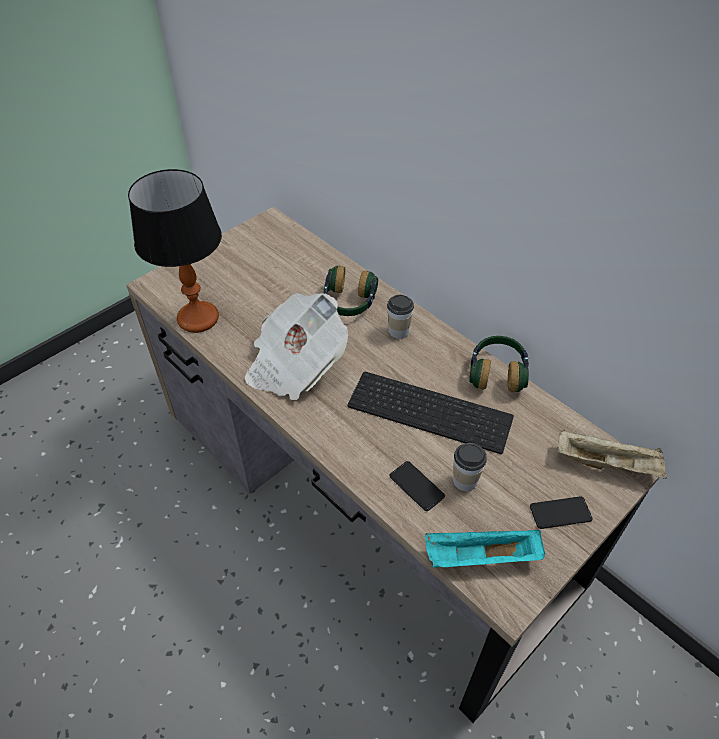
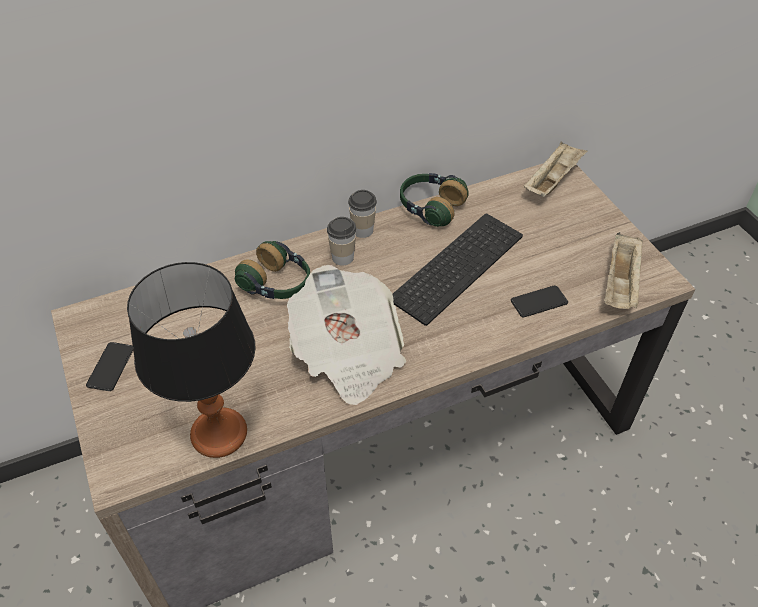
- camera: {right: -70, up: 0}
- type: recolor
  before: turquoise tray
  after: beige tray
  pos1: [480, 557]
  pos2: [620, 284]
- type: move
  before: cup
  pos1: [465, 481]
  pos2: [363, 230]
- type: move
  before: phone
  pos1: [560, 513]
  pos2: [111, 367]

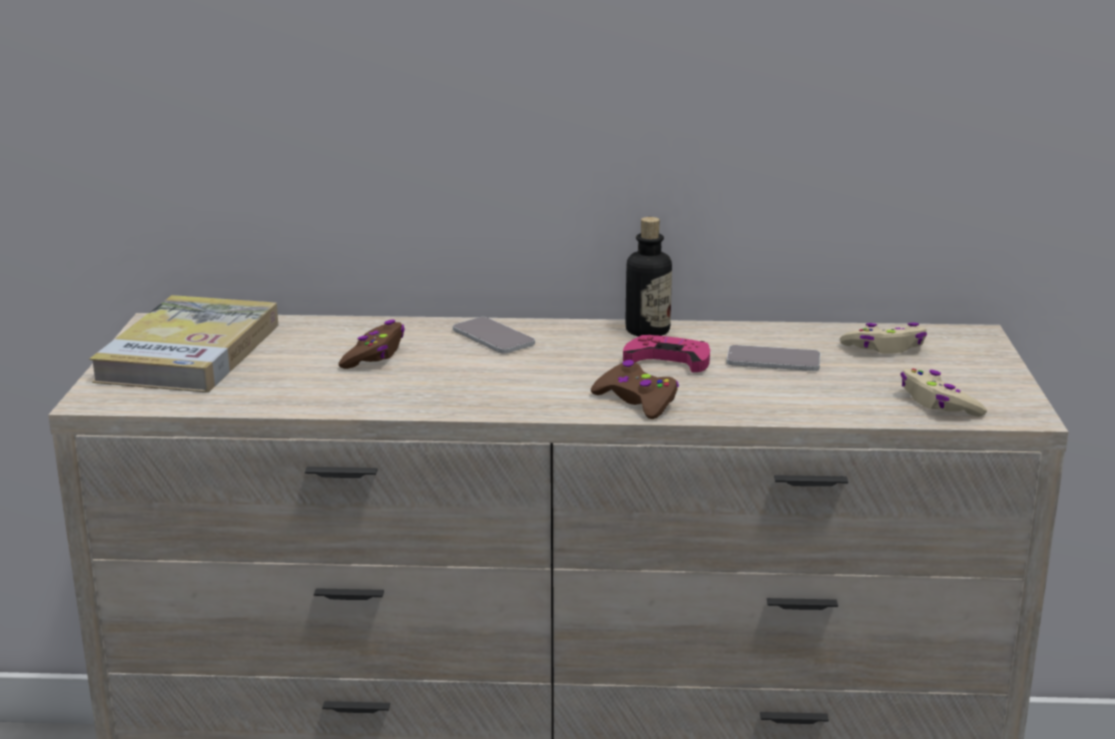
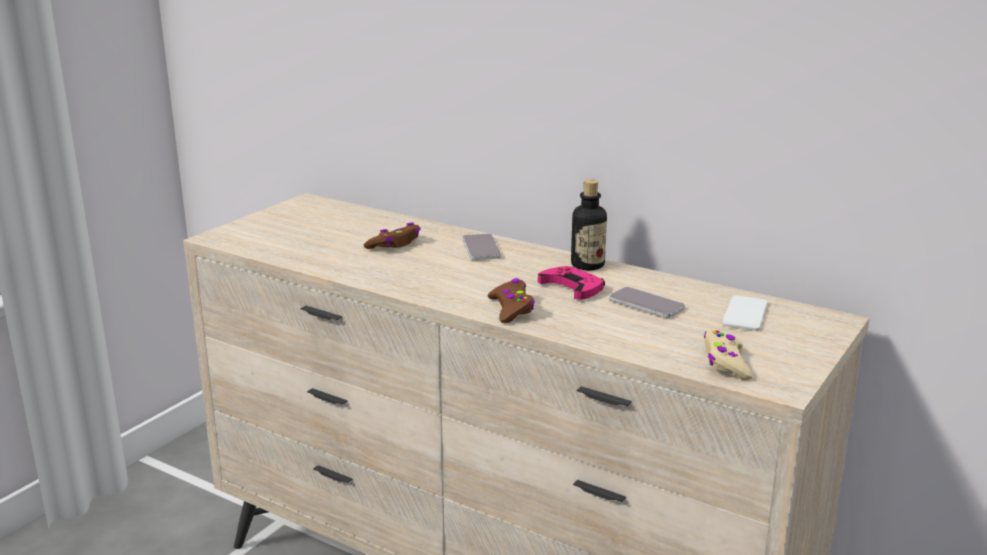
- camera: {right: 30, up: 0}
- type: delete
  before: book
  pos1: [190, 352]
- type: replace
  before: beige game controller
  after: phone
  pos1: [885, 348]
  pos2: [745, 314]

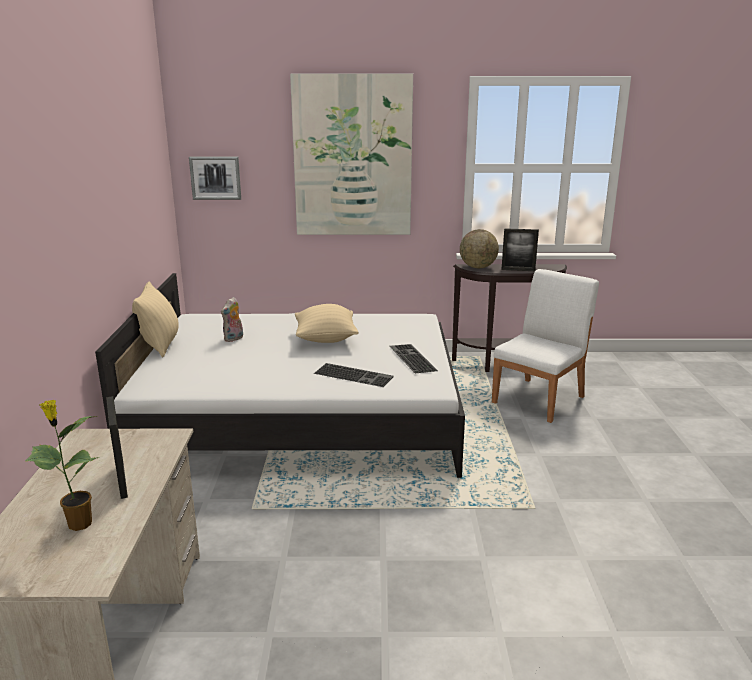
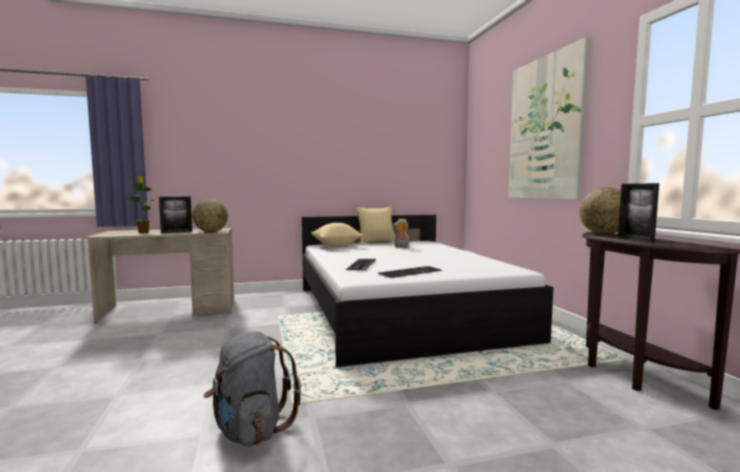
- camera: {right: 75, up: -15}
- type: delete
  before: picture
  pos1: [215, 178]
- type: move
  before: beige pillow
  pos1: [326, 339]
  pos2: [336, 246]
- type: delete
  before: white chair
  pos1: [539, 399]
- type: insert
  after: globe
  pos2: [211, 232]
- type: insert
  after: grey backpack
  pos2: [250, 430]

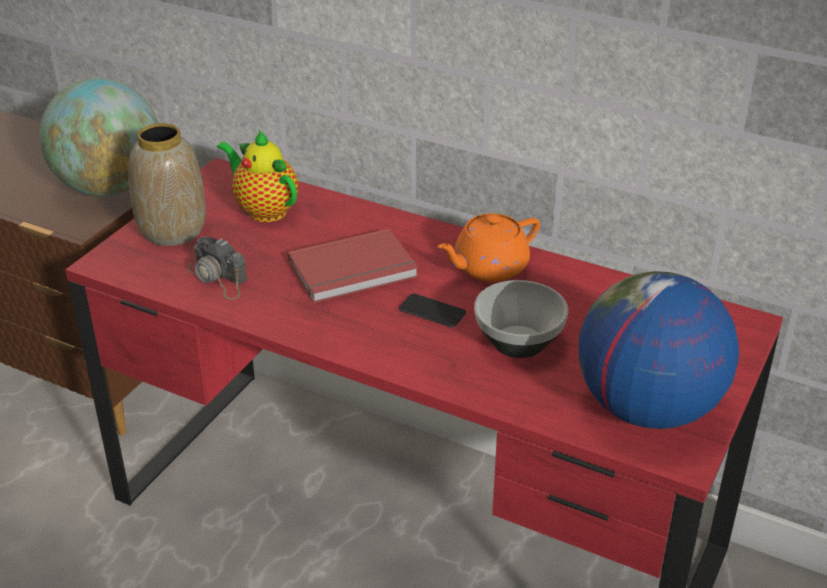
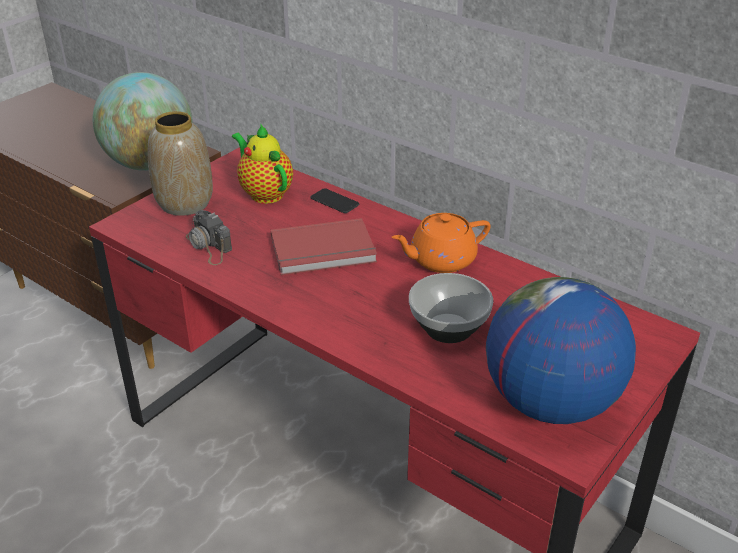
- camera: {right: 10, up: 0}
- type: move
  before: phone
  pos1: [432, 311]
  pos2: [334, 201]

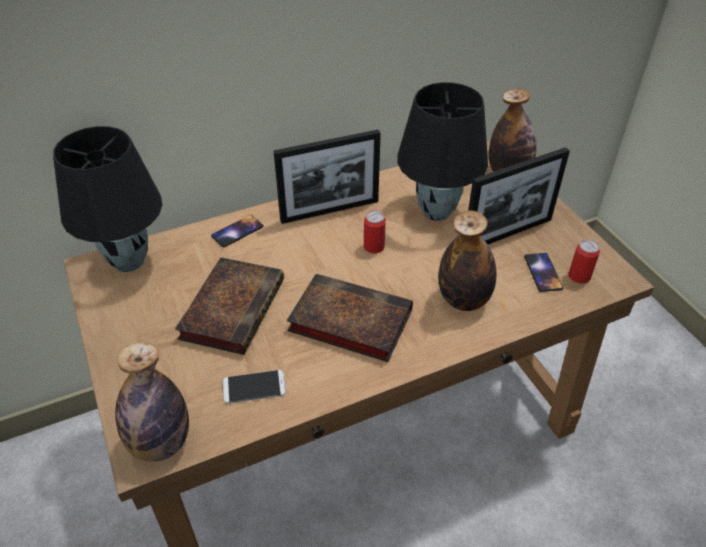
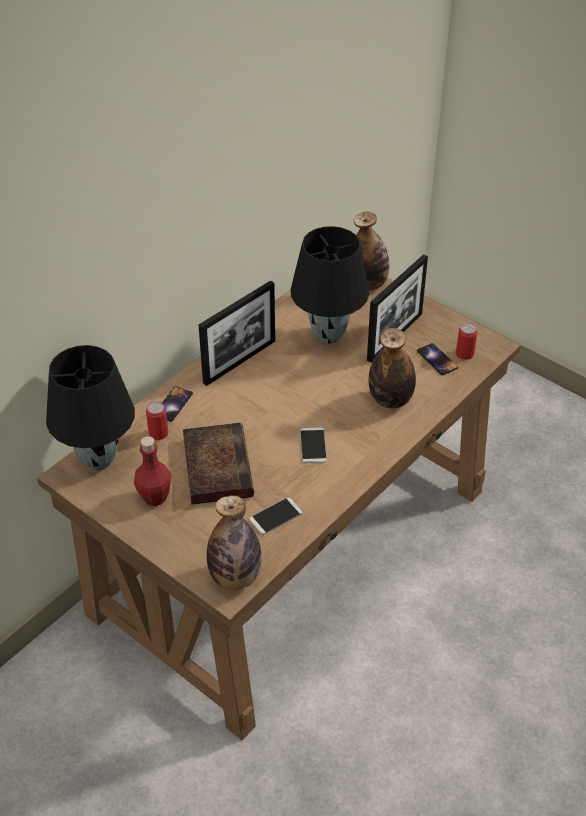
- camera: {right: -25, up: 0}
- type: replace
  before: book
  after: phone
  pos1: [347, 321]
  pos2: [313, 445]
- type: move
  before: can
  pos1: [374, 247]
  pos2: [158, 433]
- type: insert
  after: red bottle
  pos2: [155, 497]

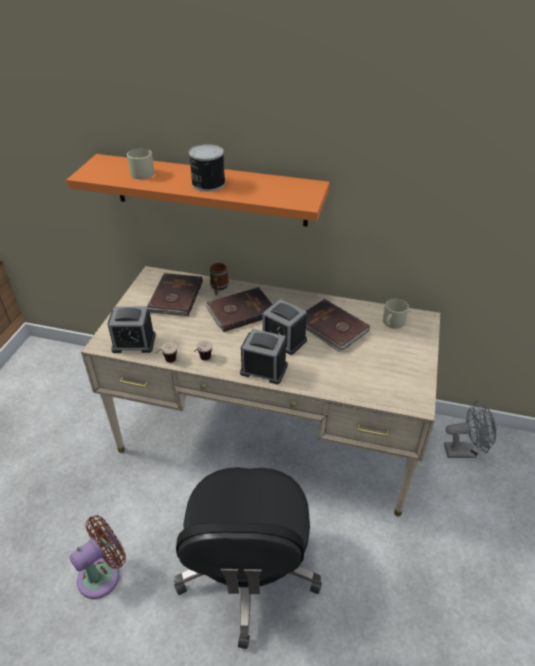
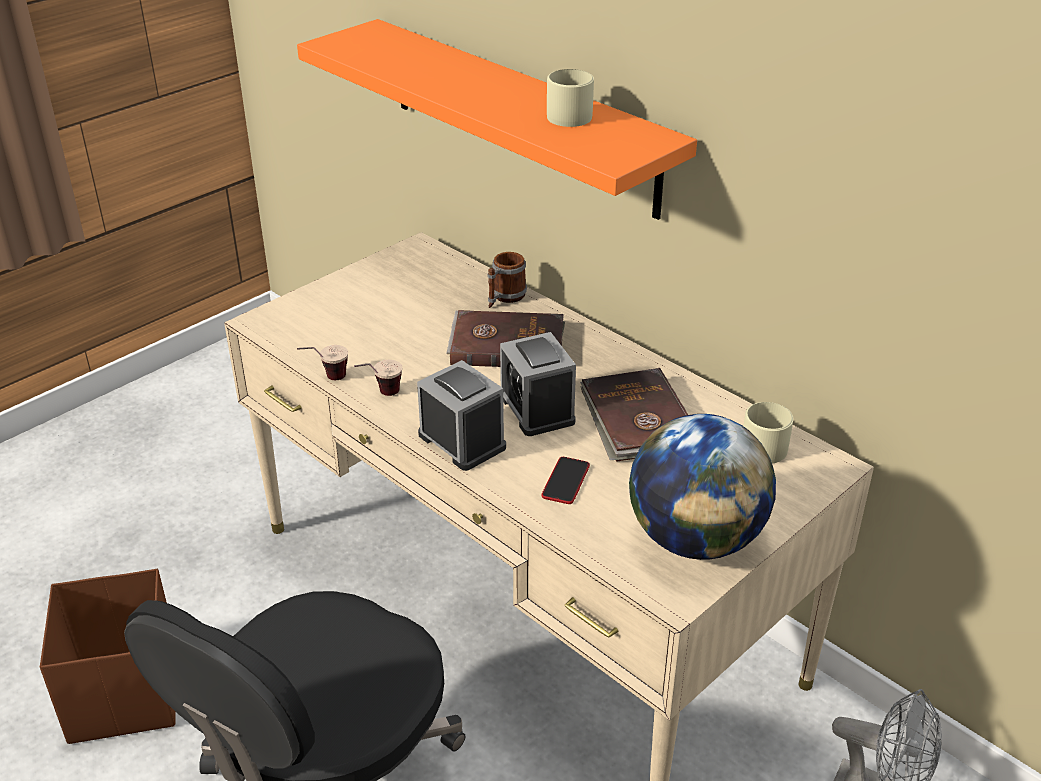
- camera: {right: 30, up: -5}
- type: replace
  before: brown fan
  after: brown storage box
  pos1: [103, 574]
  pos2: [126, 692]
- type: delete
  before: alarm clock
  pos1: [134, 343]
- type: move
  before: beige mug
  pos1: [140, 173]
  pos2: [566, 115]
- type: delete
  before: brown book
  pos1: [175, 297]
- type: delete
  before: can
  pos1: [207, 183]
- type: insert
  after: phone
  pos2: [565, 481]
- type: insert
  after: globe
  pos2: [695, 538]

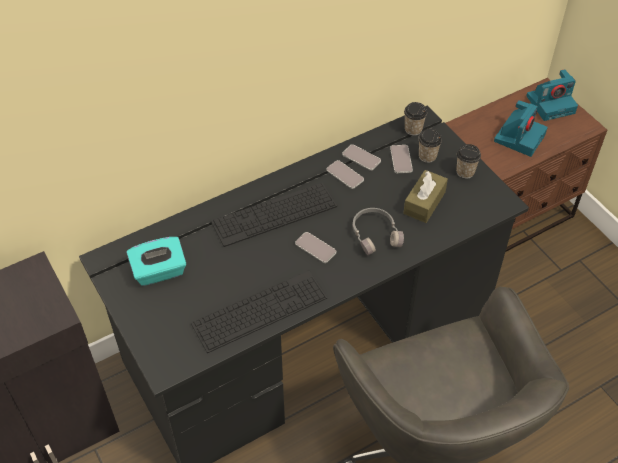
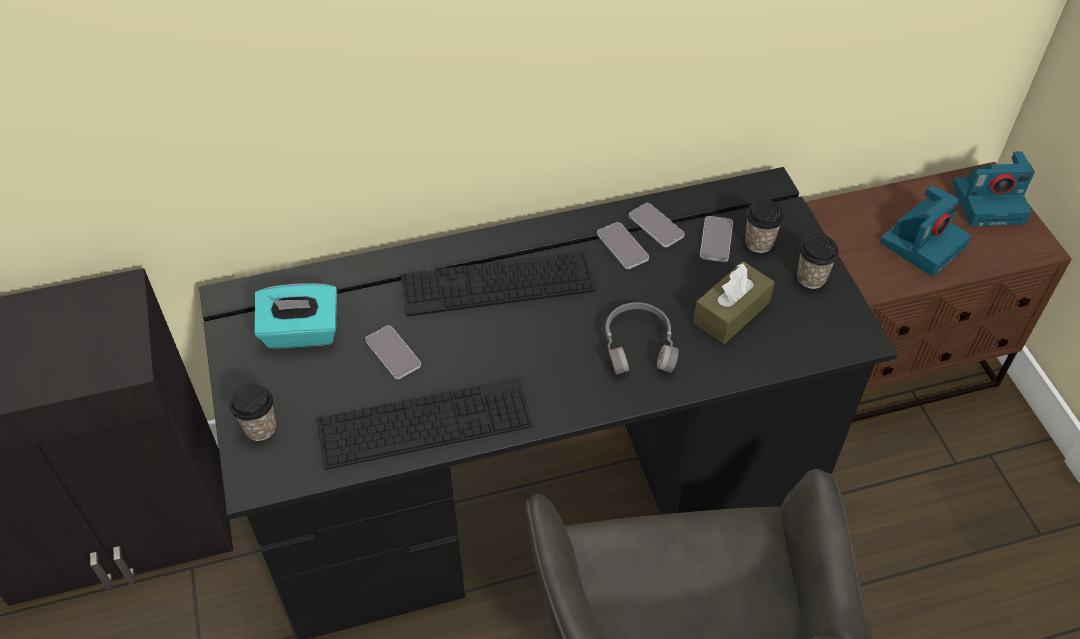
- camera: {right: 15, up: 0}
- type: move
  before: phone
  pos1: [315, 248]
  pos2: [393, 353]
- type: move
  before: cup
  pos1: [413, 129]
  pos2: [260, 428]

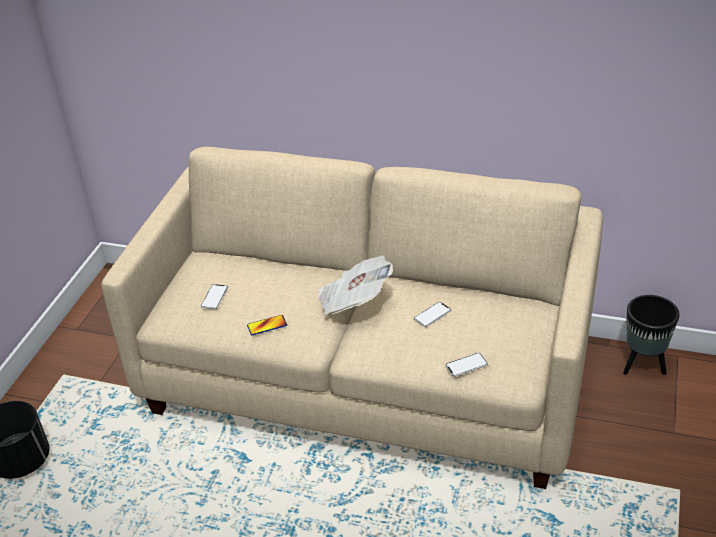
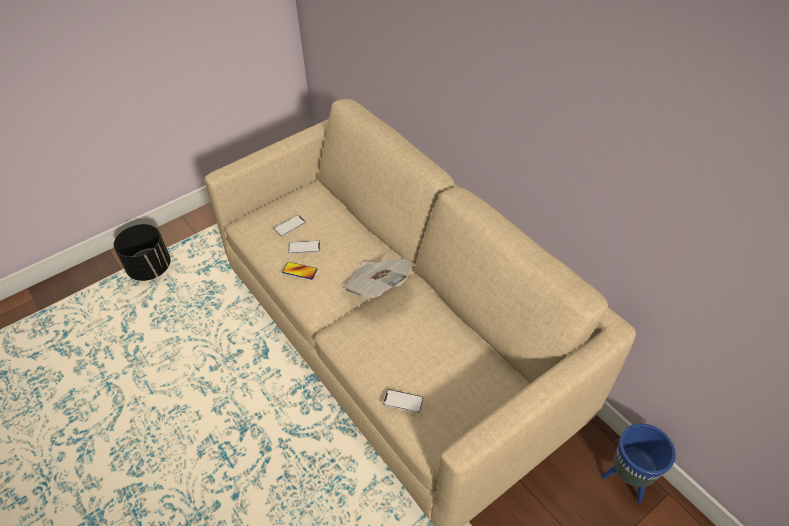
- camera: {right: 35, up: 10}
- type: move
  before: phone
  pos1: [432, 315]
  pos2: [304, 247]
- type: recolor
  before: black planter
  after: blue planter
  pos1: [643, 365]
  pos2: [626, 480]

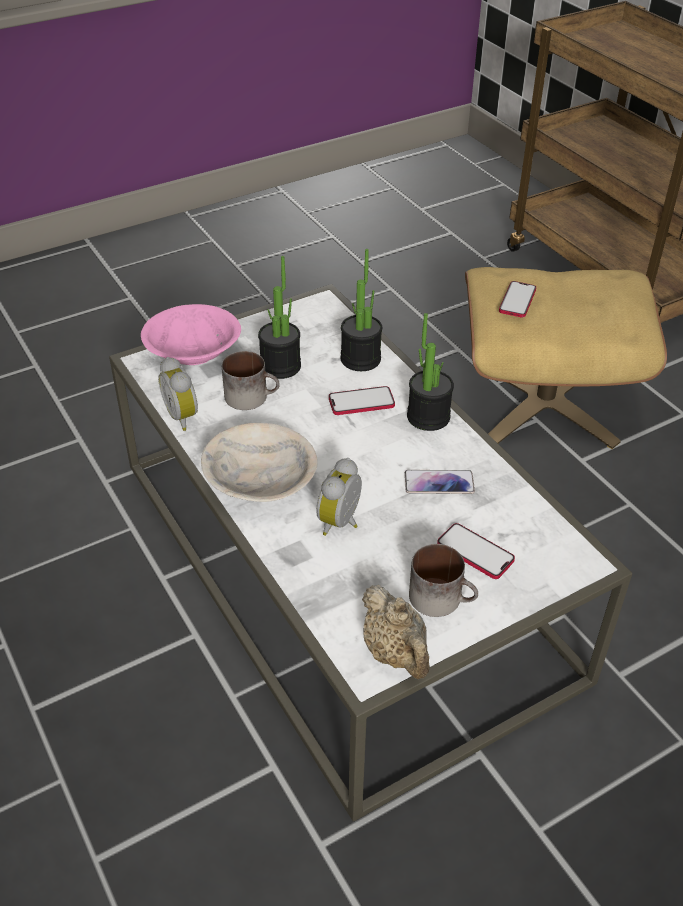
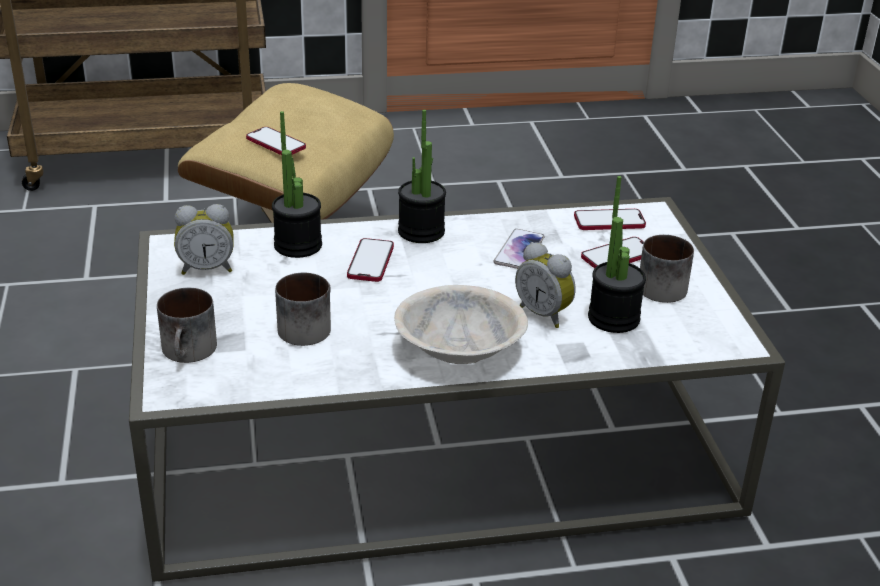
- camera: {right: -70, up: -10}
- type: replace
  before: pink bowl
  after: mug
  pos1: [193, 354]
  pos2: [190, 352]
- type: move
  before: alarm clock
  pos1: [184, 416]
  pos2: [207, 268]
- type: move
  before: potted plant
  pos1: [280, 366]
  pos2: [613, 318]
- type: delete
  before: beige teapot
  pos1: [396, 653]
- type: insert
  after: phone
  pos2: [609, 221]

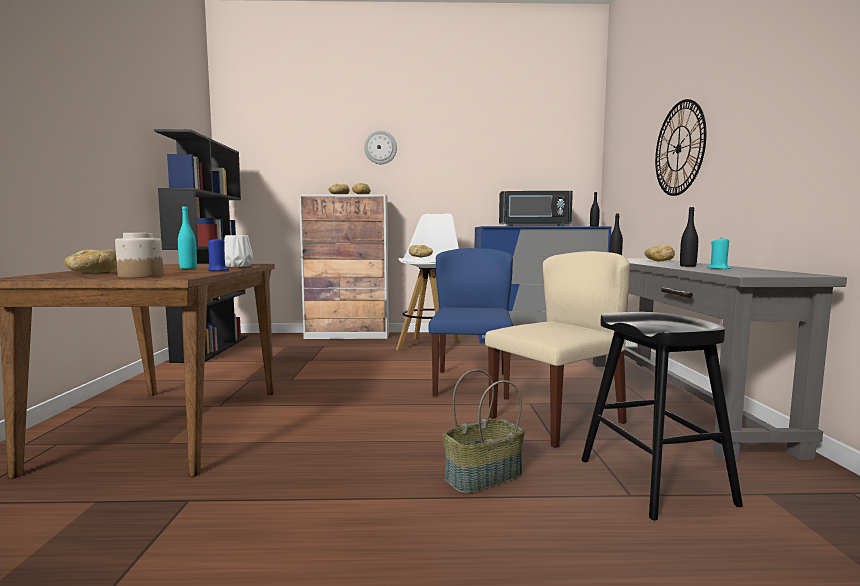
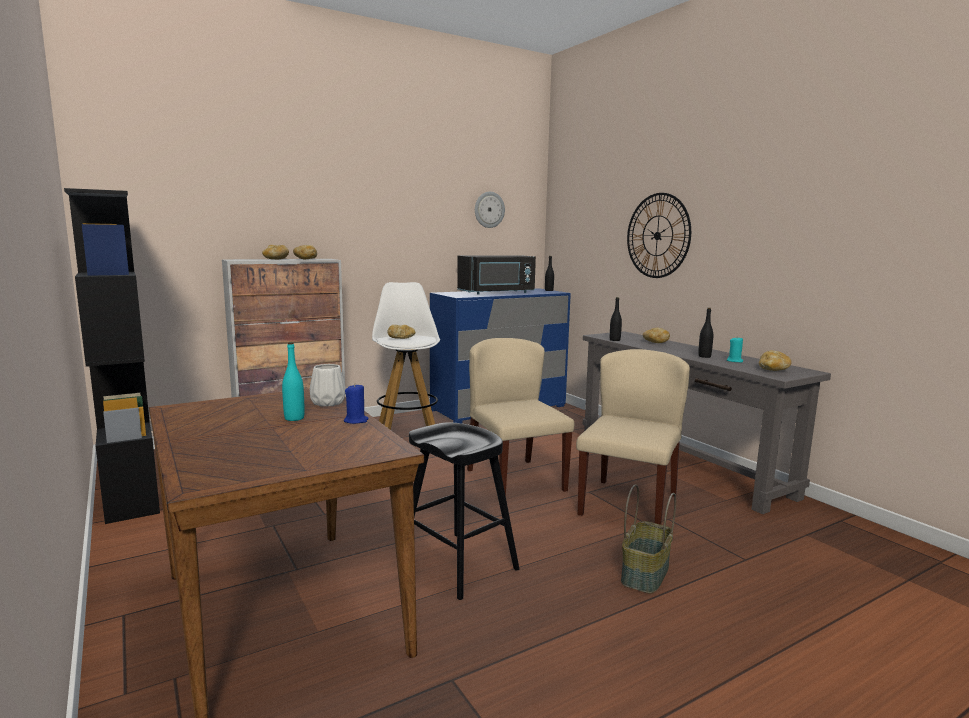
- camera: {right: -30, up: 5}
- type: move
  before: bread
  pos1: [93, 272]
  pos2: [773, 370]
- type: delete
  before: jar
  pos1: [140, 276]
- type: move
  before: wall clock
  pos1: [380, 147]
  pos2: [489, 209]
- type: recolor
  before: blue chair
  after: beige chair
  pos1: [471, 383]
  pos2: [515, 479]
- type: move
  before: black stool
  pos1: [654, 481]
  pos2: [458, 564]

